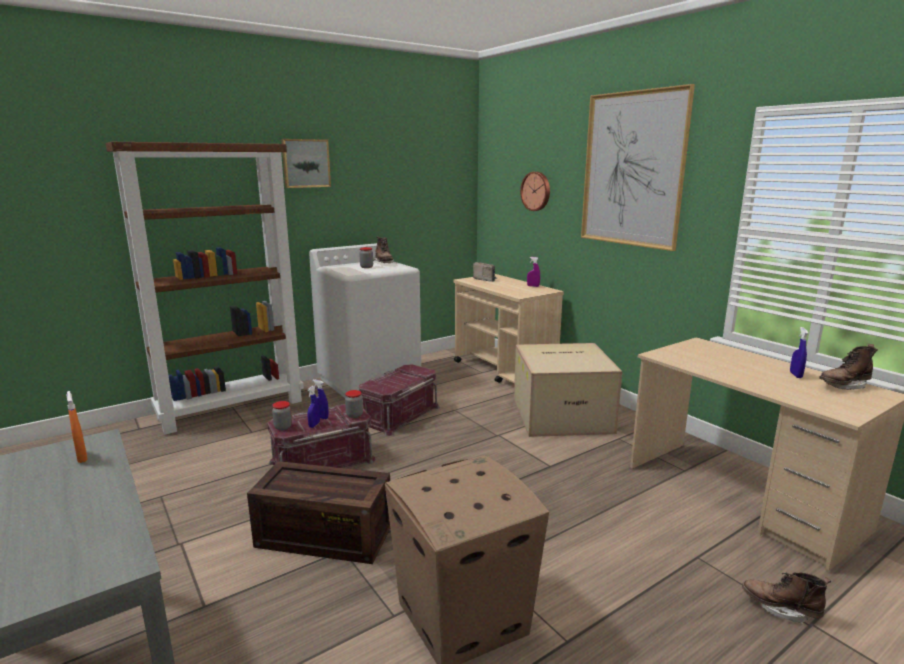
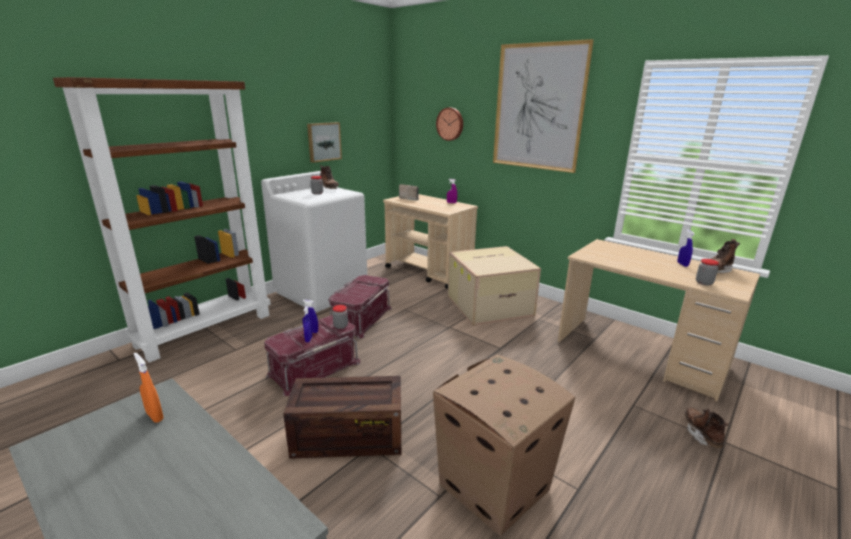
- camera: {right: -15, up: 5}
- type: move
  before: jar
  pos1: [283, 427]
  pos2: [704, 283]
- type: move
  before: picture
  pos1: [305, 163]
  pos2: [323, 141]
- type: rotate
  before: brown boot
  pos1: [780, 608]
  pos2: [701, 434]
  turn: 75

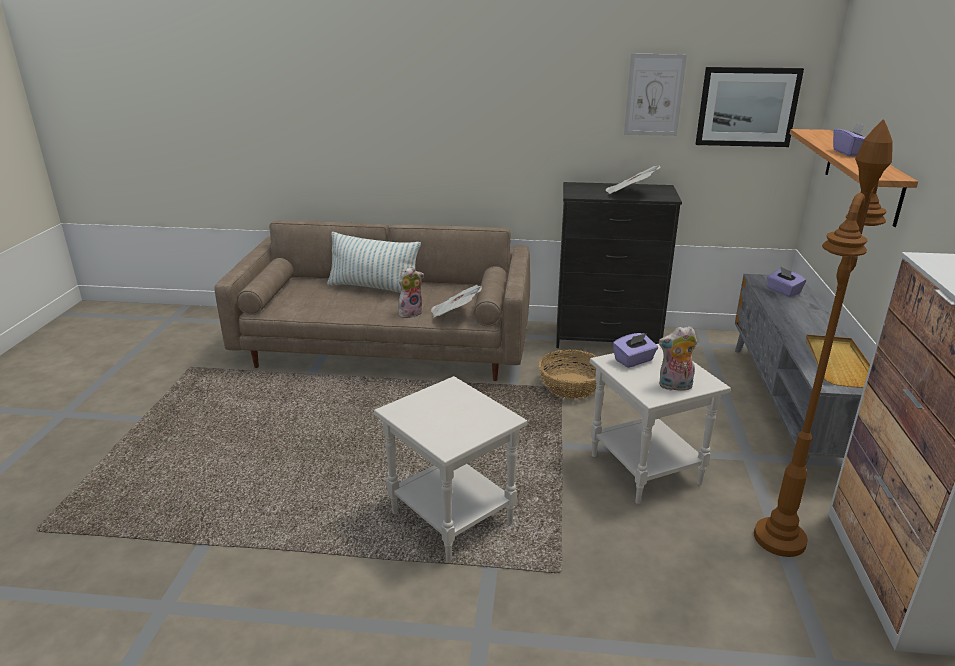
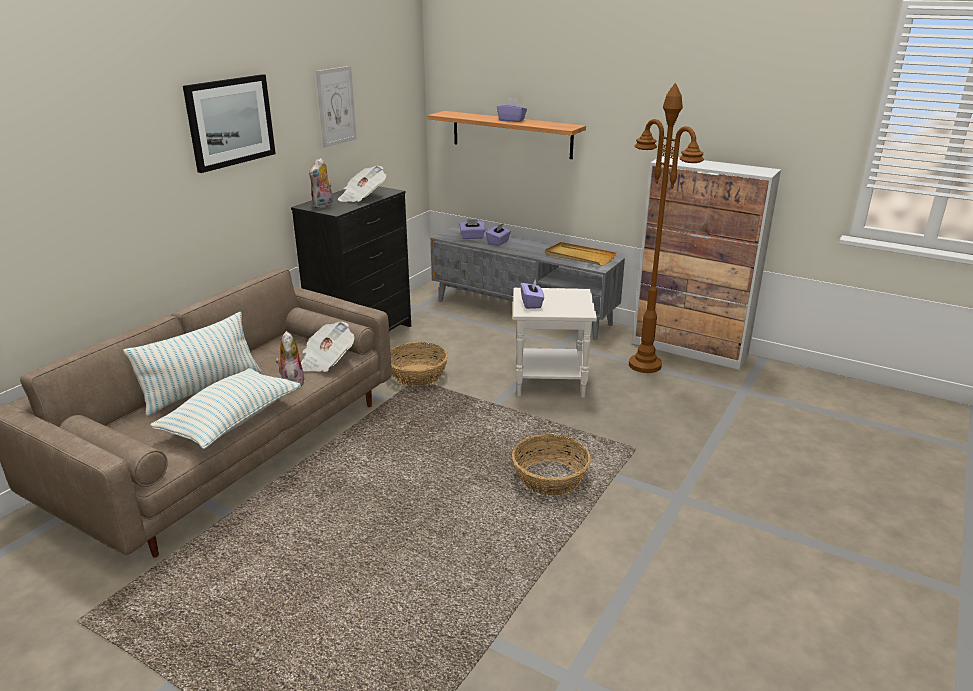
- camera: {right: -65, up: 0}
- type: replace
  before: white side table
  after: basket
  pos1: [454, 518]
  pos2: [550, 478]
- type: move
  before: plush toy
  pos1: [674, 386]
  pos2: [323, 206]
- type: move
  before: picture
  pos1: [747, 107]
  pos2: [230, 122]
- type: insert
  after: pillow
  pos2: [232, 421]
- type: insert
  after: purple tissue box
  pos2: [498, 242]

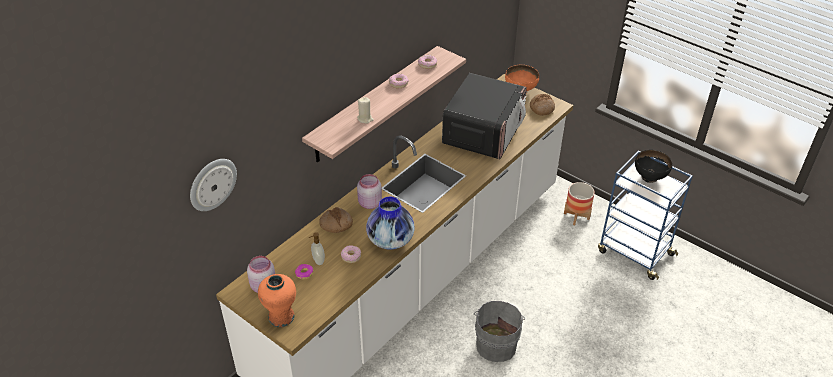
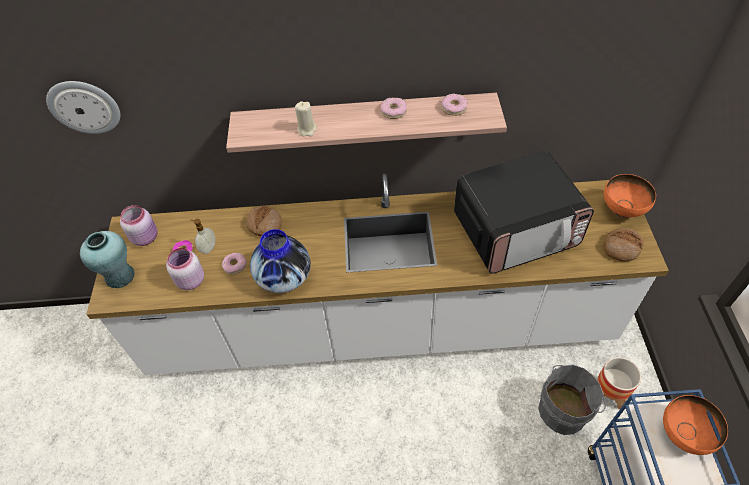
- camera: {right: 50, up: 10}
- type: recolor
  before: orange vase
  after: turquoise vase
  pos1: [281, 317]
  pos2: [119, 276]
- type: move
  before: pink jar
  pos1: [369, 203]
  pos2: [190, 280]
- type: move
  before: grey bucket
  pos1: [496, 343]
  pos2: [565, 409]
- type: recolor
  before: black bowl
  after: orange bowl
  pos1: [650, 177]
  pos2: [683, 435]

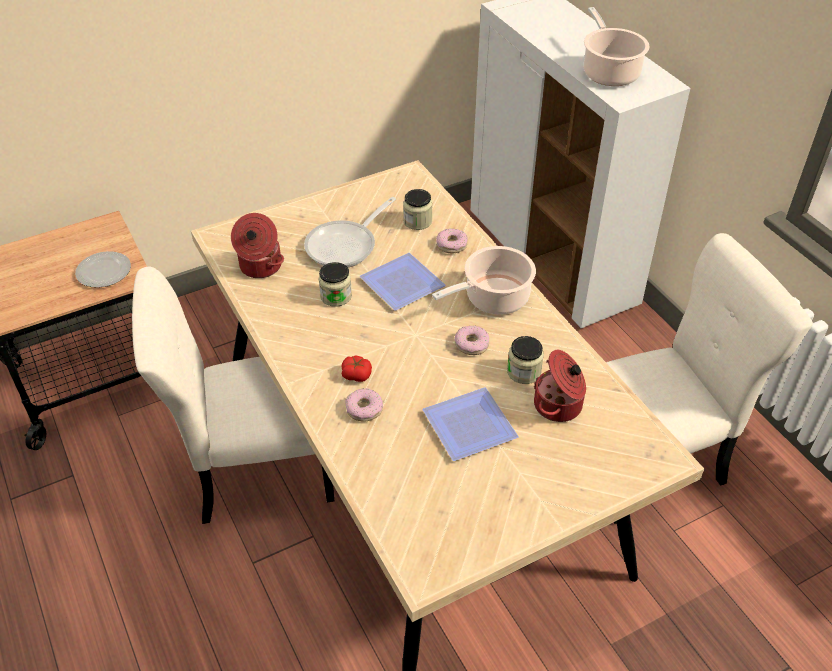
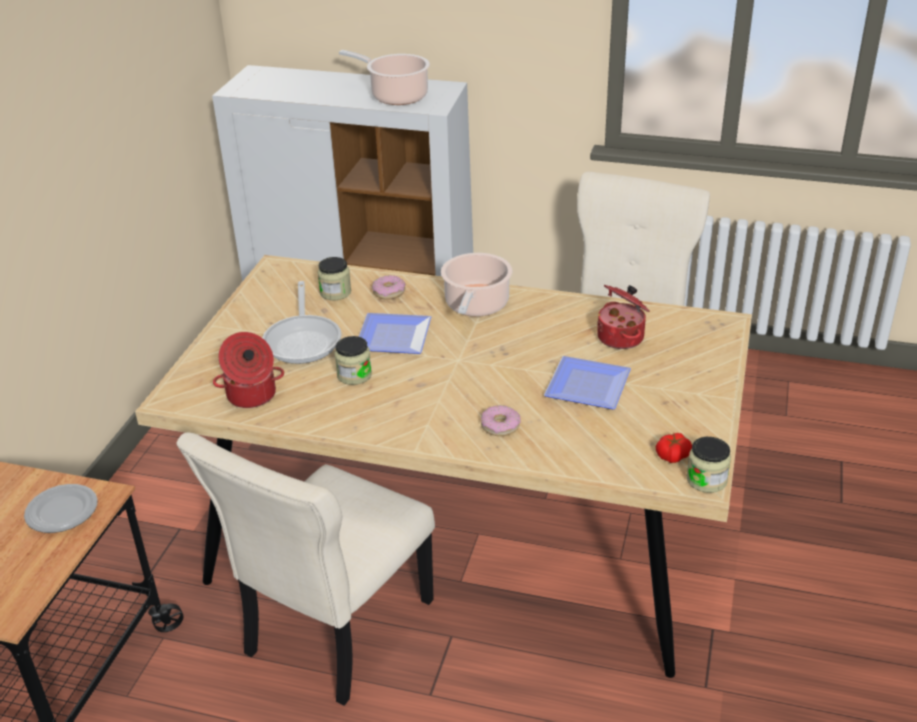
- camera: {right: -45, up: -10}
- type: move
  before: tomato
  pos1: [356, 374]
  pos2: [672, 455]
- type: delete
  before: donut
  pos1: [472, 344]
- type: move
  before: jar
  pos1: [523, 372]
  pos2: [706, 480]

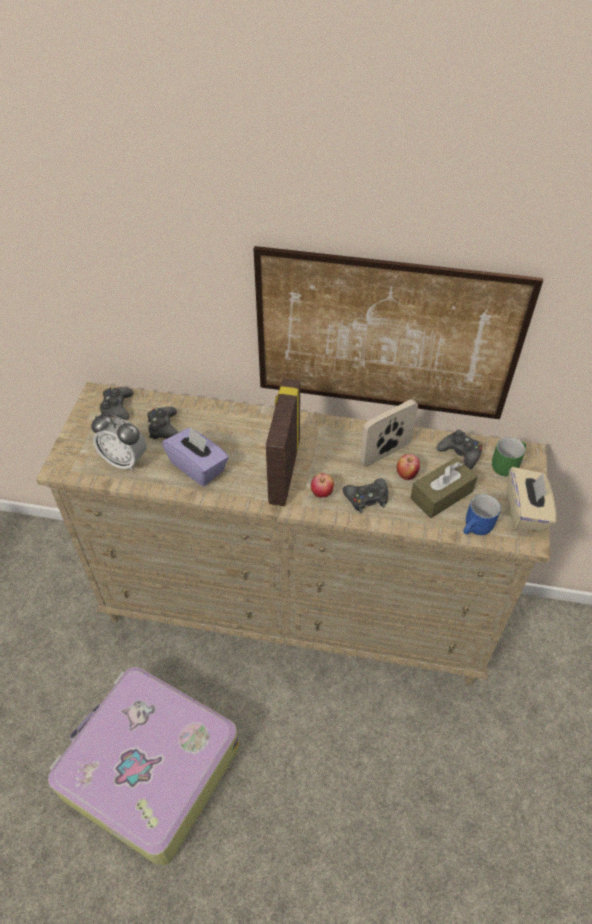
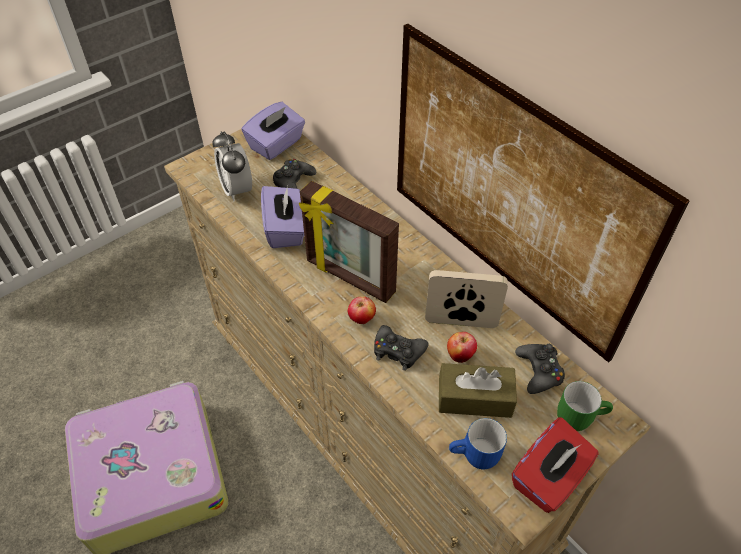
- camera: {right: 40, up: 0}
- type: replace
  before: black game controller
  after: purple tissue box
  pos1: [117, 407]
  pos2: [276, 145]
- type: rotate
  before: picture frame
  pos1: [283, 471]
  pos2: [349, 278]
  turn: -105
- type: recolor
  before: beige tissue box
  after: red tissue box
  pos1: [526, 511]
  pos2: [549, 478]

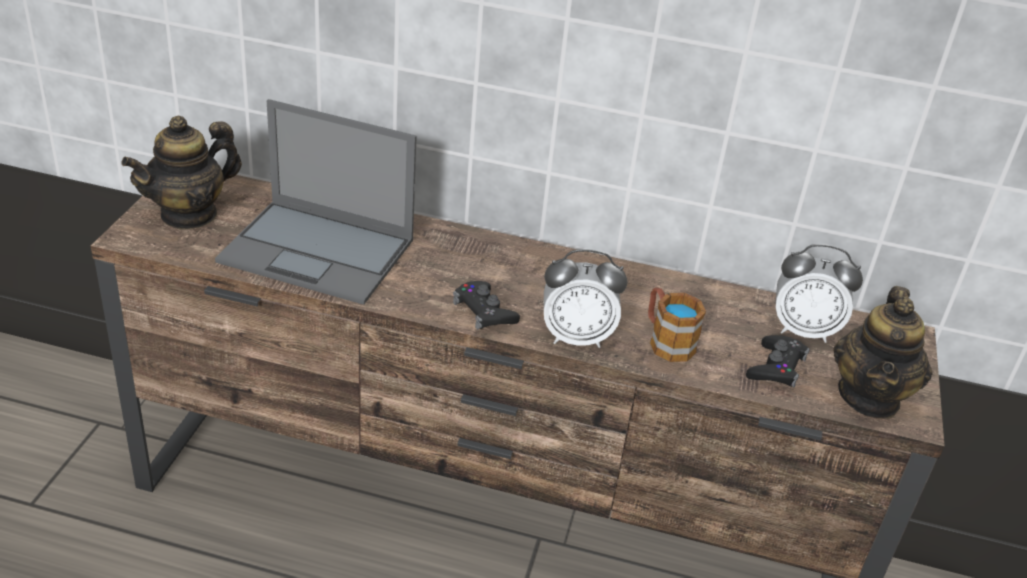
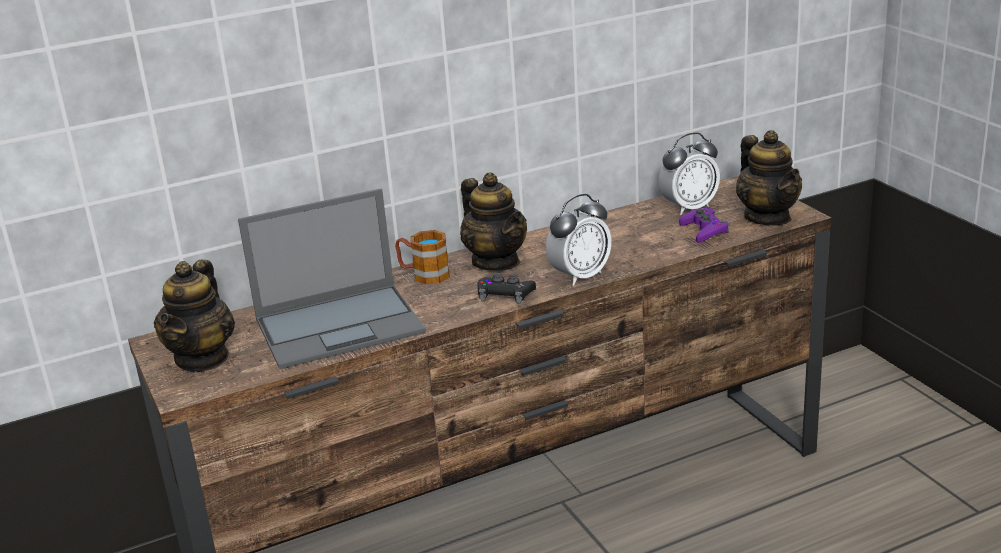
- camera: {right: -35, up: -10}
- type: move
  before: mug
  pos1: [666, 341]
  pos2: [424, 275]
- type: recolor
  before: black game controller
  after: purple game controller
  pos1: [776, 367]
  pos2: [704, 230]
- type: insert
  after: teapot
  pos2: [496, 261]

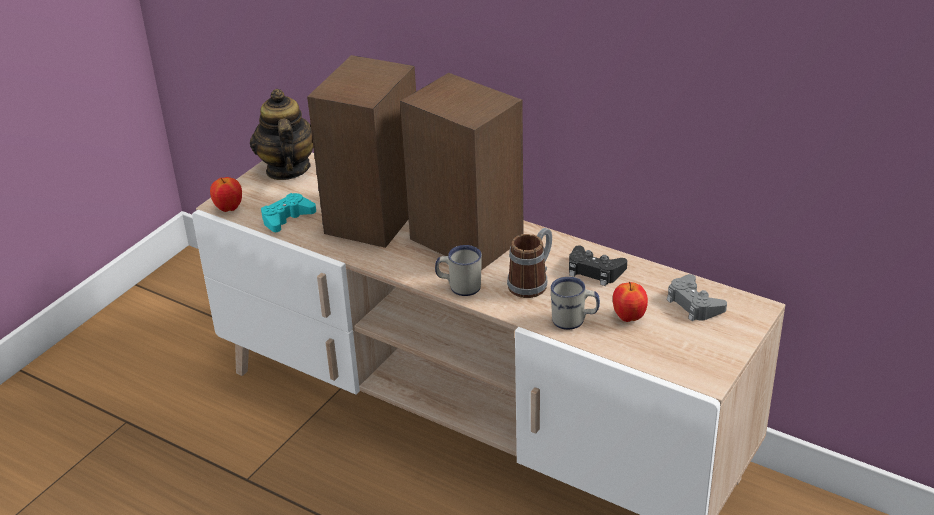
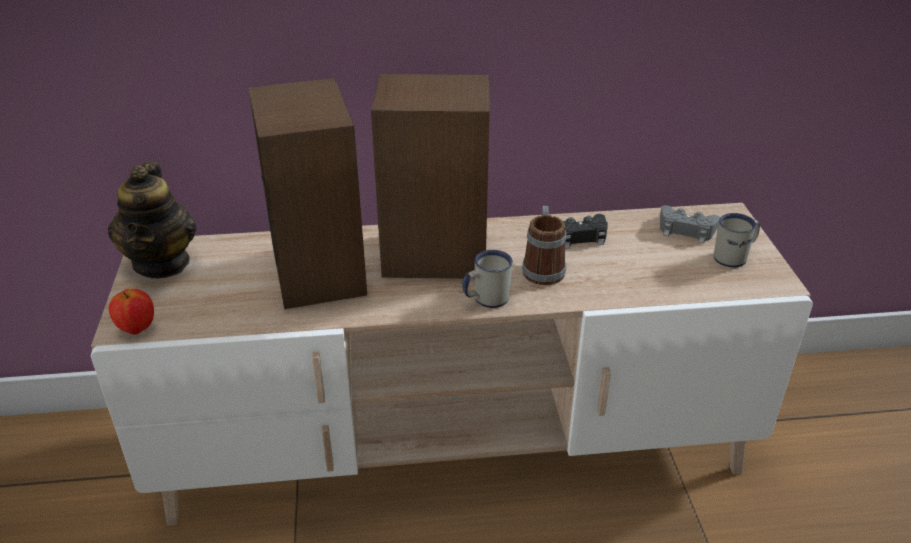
- camera: {right: -40, up: 0}
- type: rotate
  before: teapot
  pos1: [287, 169]
  pos2: [162, 263]
  turn: -135
- type: delete
  before: turquoise game controller
  pos1: [287, 218]
- type: move
  before: white mug
  pos1: [574, 321]
  pos2: [734, 257]
- type: delete
  before: apple
  pos1: [629, 317]

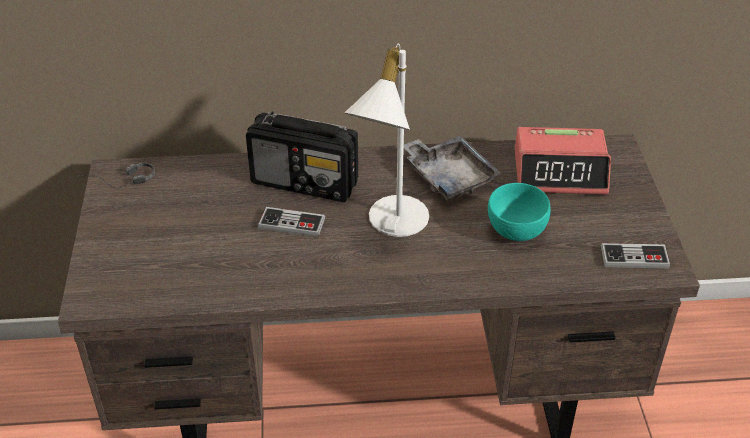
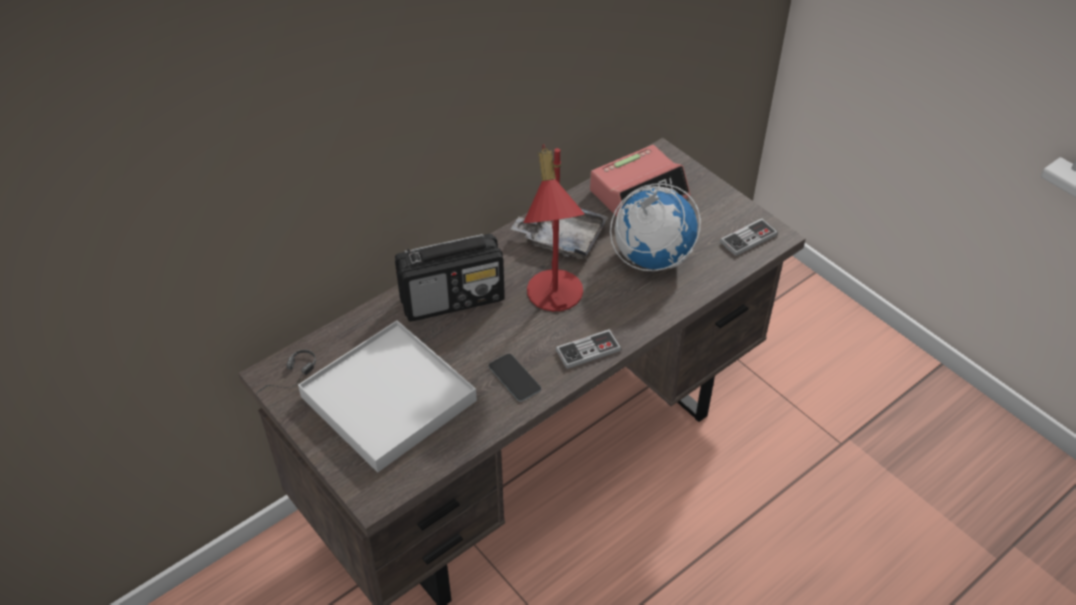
- camera: {right: -35, up: 5}
- type: move
  before: game controller
  pos1: [292, 224]
  pos2: [588, 350]
- type: recolor
  before: white table lamp
  after: red table lamp
  pos1: [390, 222]
  pos2: [553, 299]
- type: replace
  before: turquoise bowl
  after: globe
  pos1: [516, 230]
  pos2: [651, 258]
- type: insert
  after: white tray
  pos2: [388, 399]
- type: insert
  after: phone
  pos2: [514, 378]

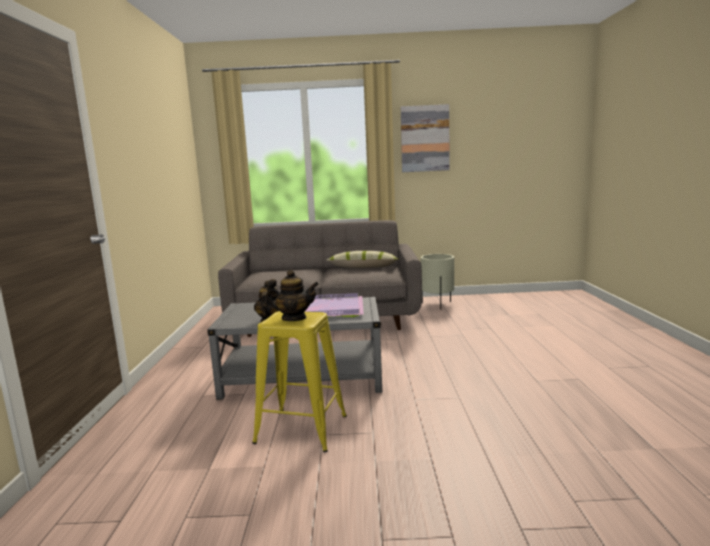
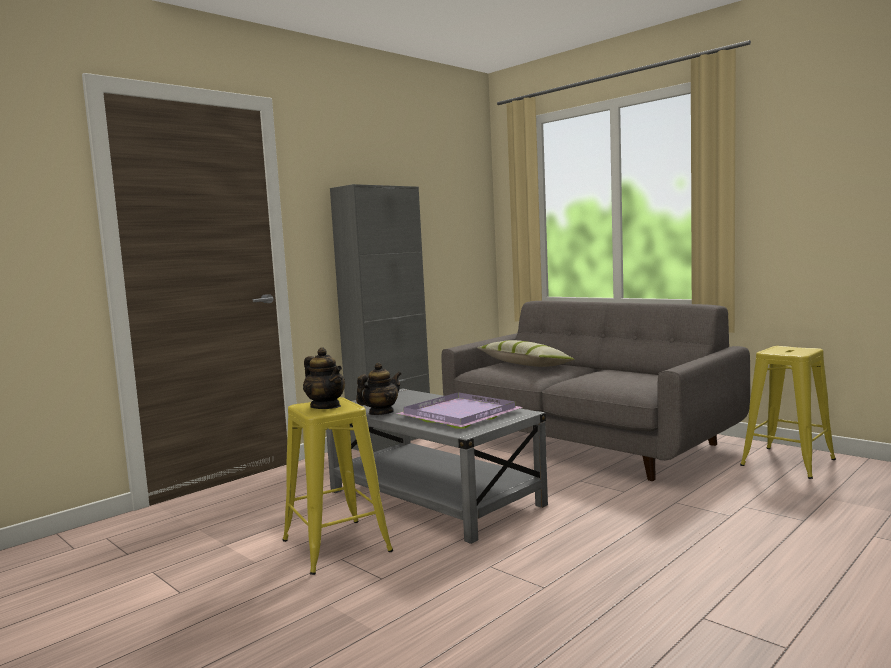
- camera: {right: 45, up: -5}
- type: move
  before: pillow
  pos1: [363, 267]
  pos2: [524, 364]
- type: delete
  before: picture
  pos1: [424, 139]
- type: replace
  before: beige planter
  after: yellow stool
  pos1: [437, 304]
  pos2: [788, 462]
- type: insert
  after: grey cabinet
  pos2: [391, 441]

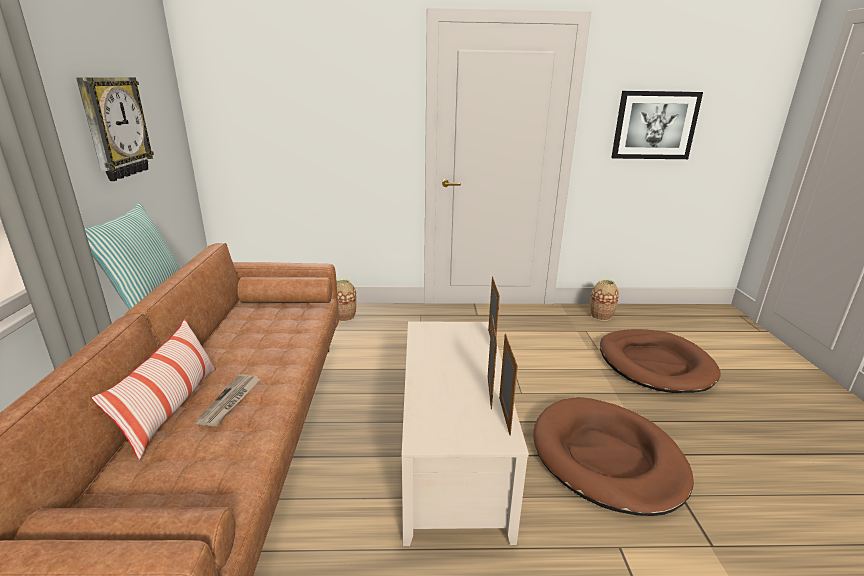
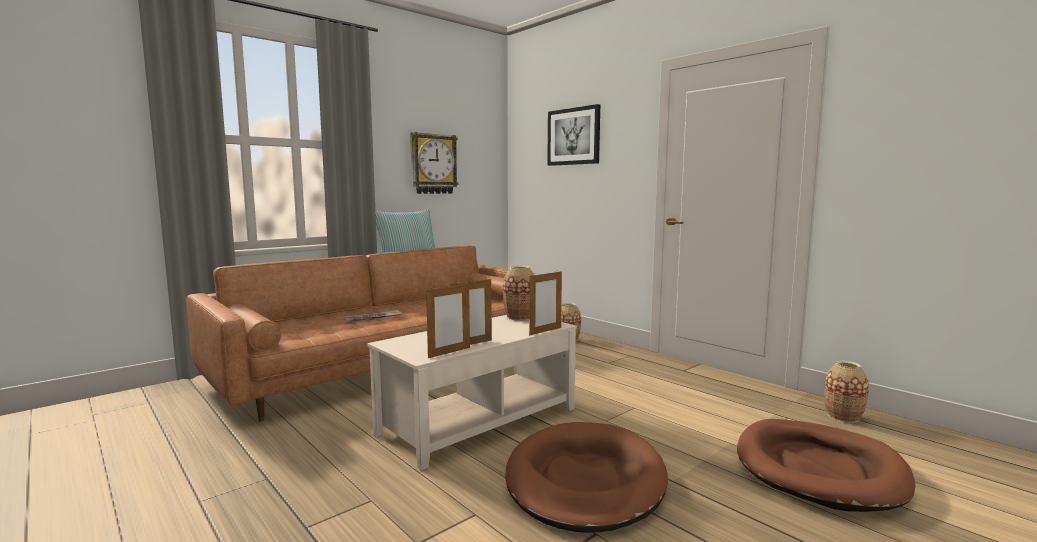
- camera: {right: 50, up: -15}
- type: delete
  before: pillow
  pos1: [172, 408]
- type: move
  before: picture
  pos1: [654, 125]
  pos2: [573, 136]
- type: insert
  after: vase
  pos2: [520, 317]

